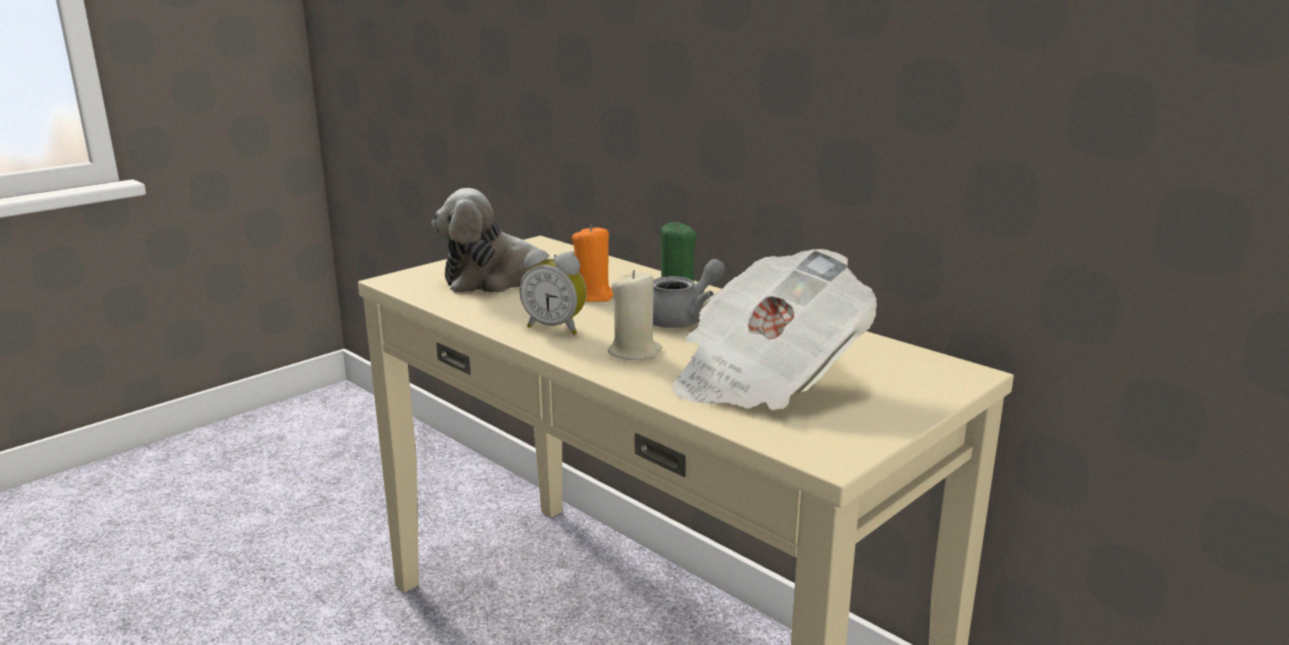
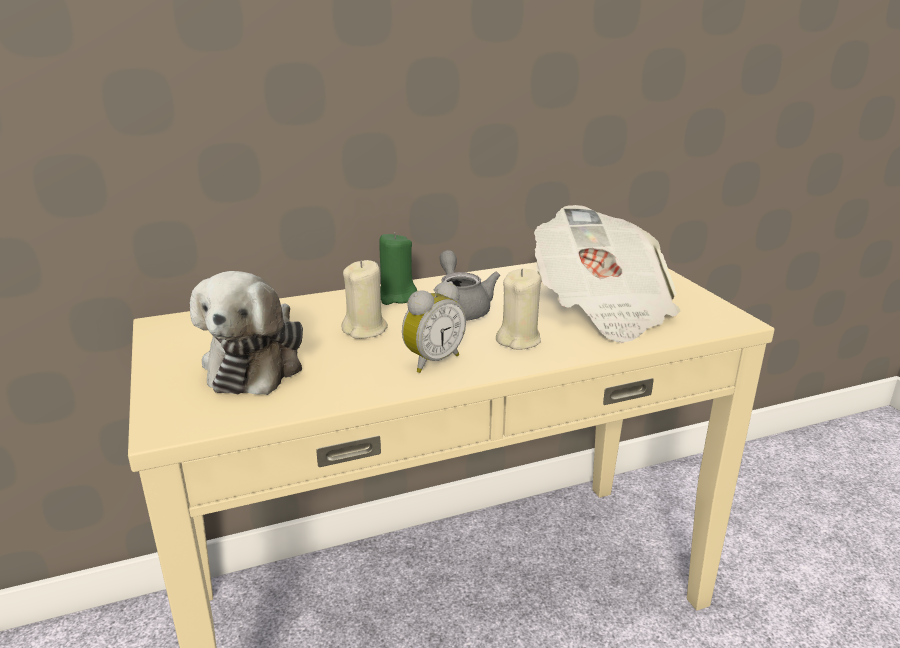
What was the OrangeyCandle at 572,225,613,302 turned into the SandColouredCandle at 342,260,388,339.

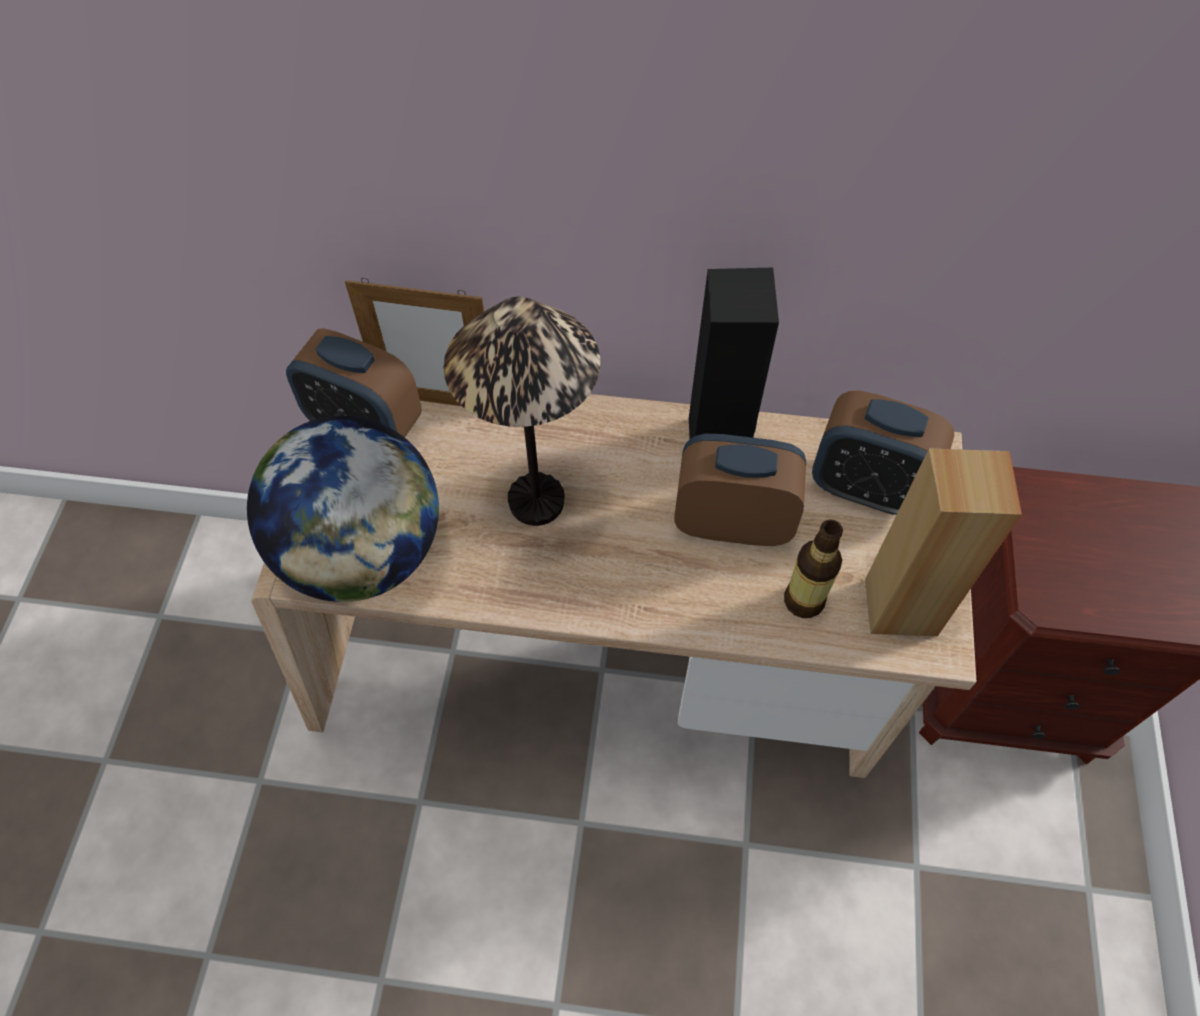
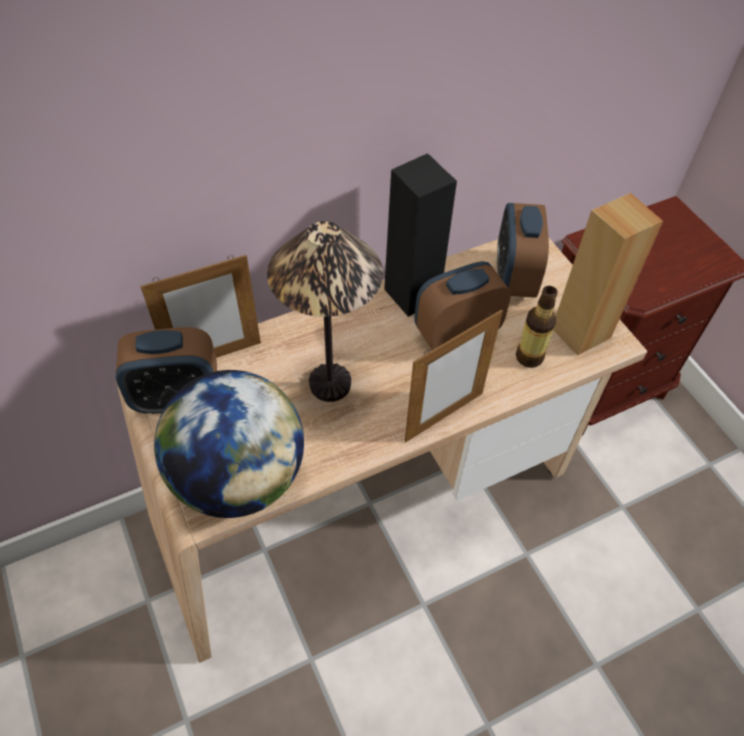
The BedsideClock at 812,390,954,515 ended up facing another way, 105 degrees clockwise from before. The second view gained the PictureFrame at 405,309,503,442.

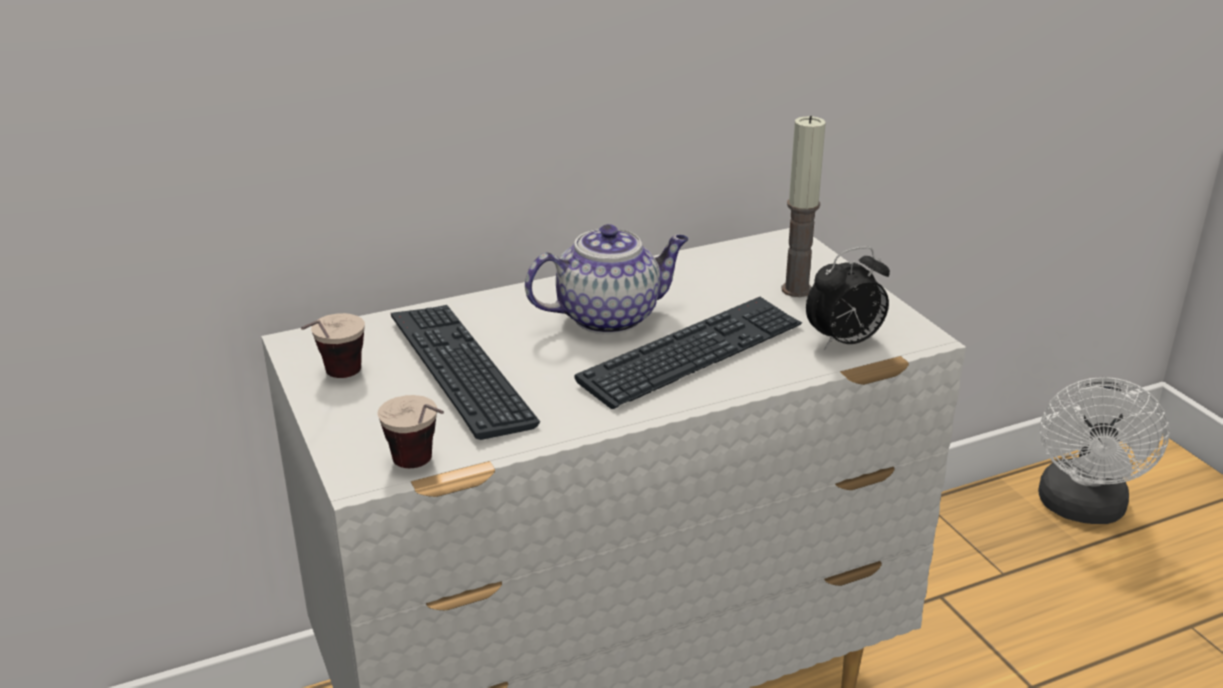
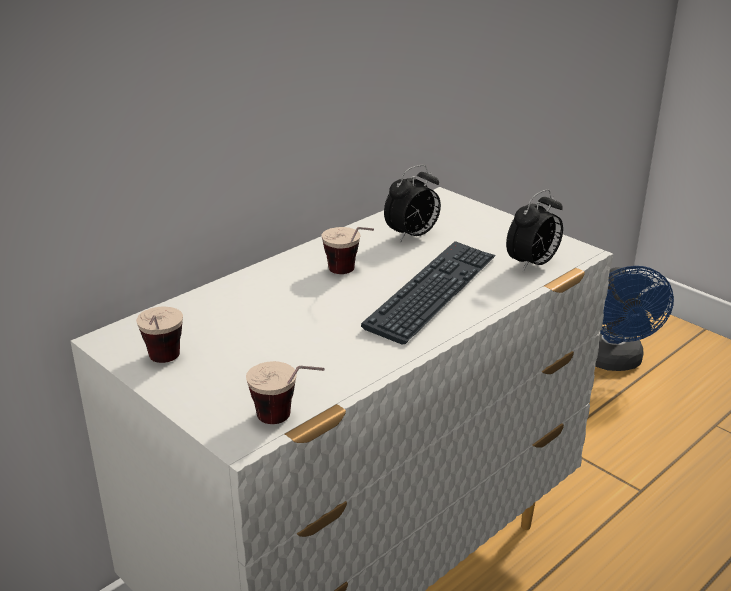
The second view lost the Keyboard at 391,305,540,440. Where the Teapot stood at 525,224,689,334, the DrinkingCup came to stand at 322,227,374,274. The second view lost the Candle at 782,116,826,297. What was the WhitishCoolingFan at 1038,377,1170,524 turned into the BlueColouredCoolingFan at 595,266,674,371. The second view gained the BedsideClock at 384,165,441,242.

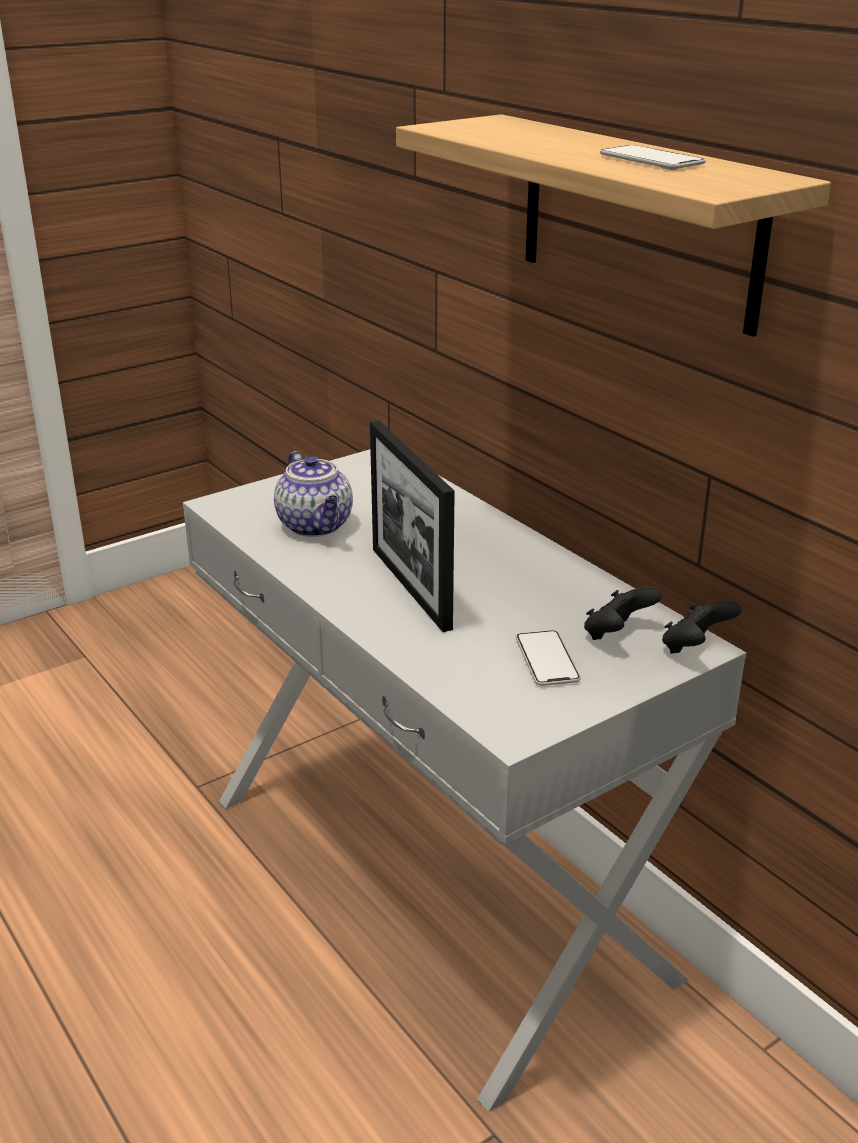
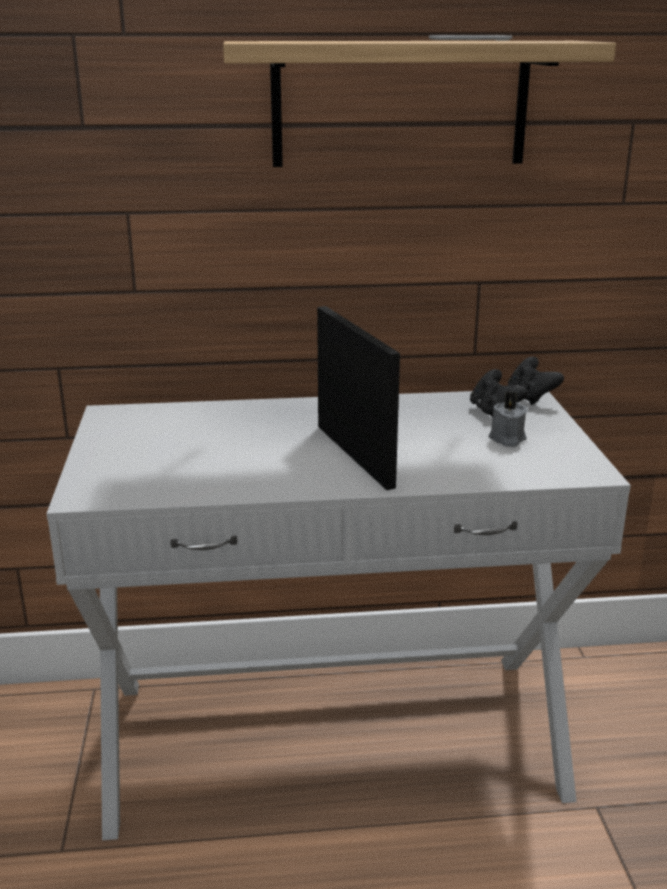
The second view lost the Teapot at 274,451,353,537. The PictureFrame at 370,420,455,632 ended up facing another way, 120 degrees counterclockwise from before. Where the Telephone stood at 516,630,581,686, the GreyishCandle came to stand at 488,391,528,447.

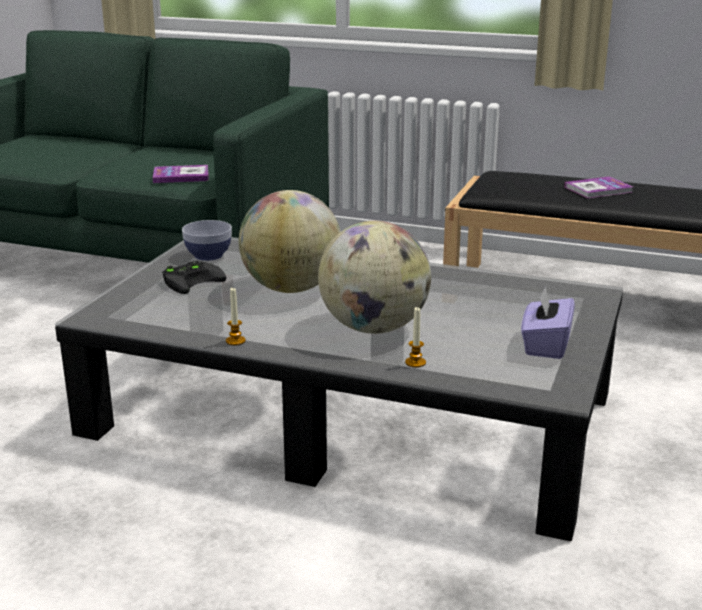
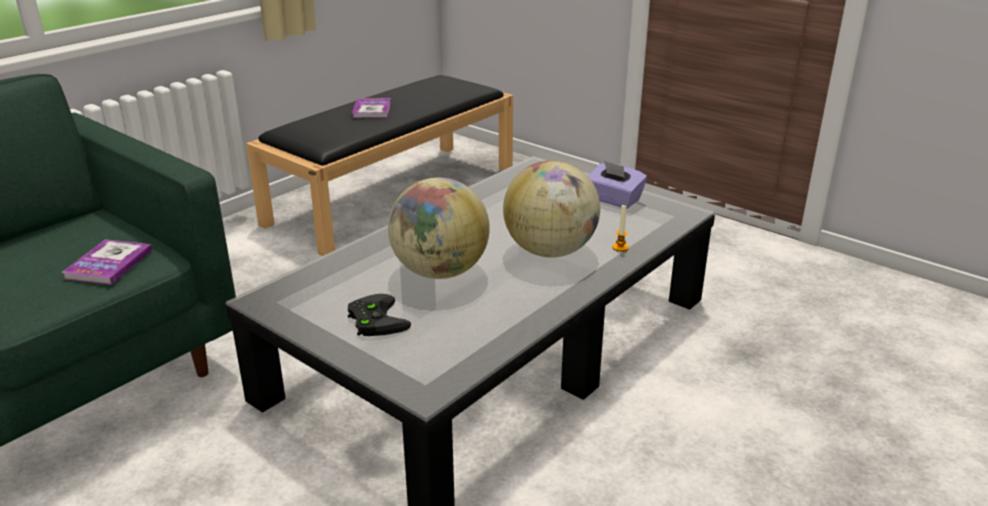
The second view lost the Bowl at 182,220,232,261. The second view lost the Candle at 226,288,246,345.

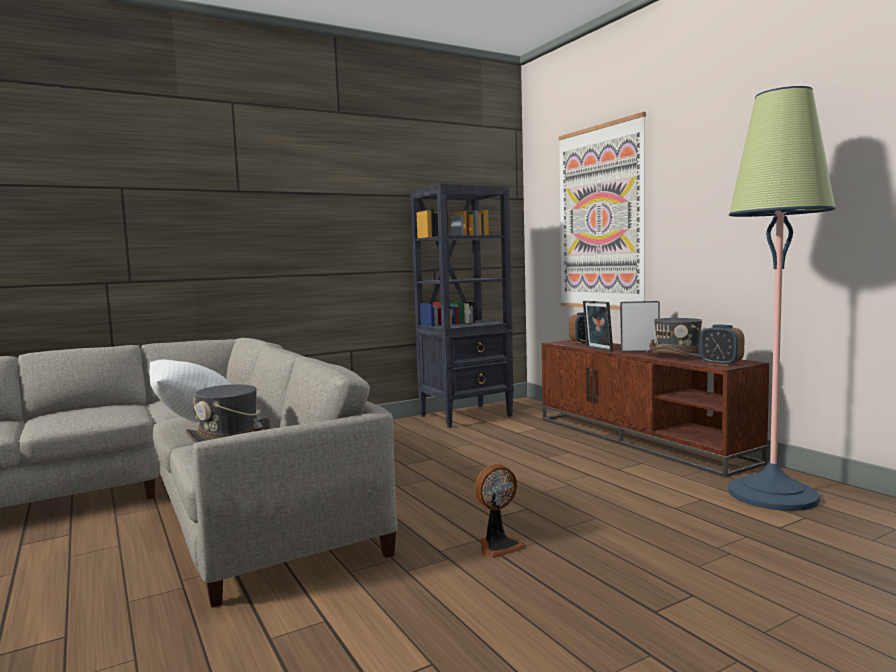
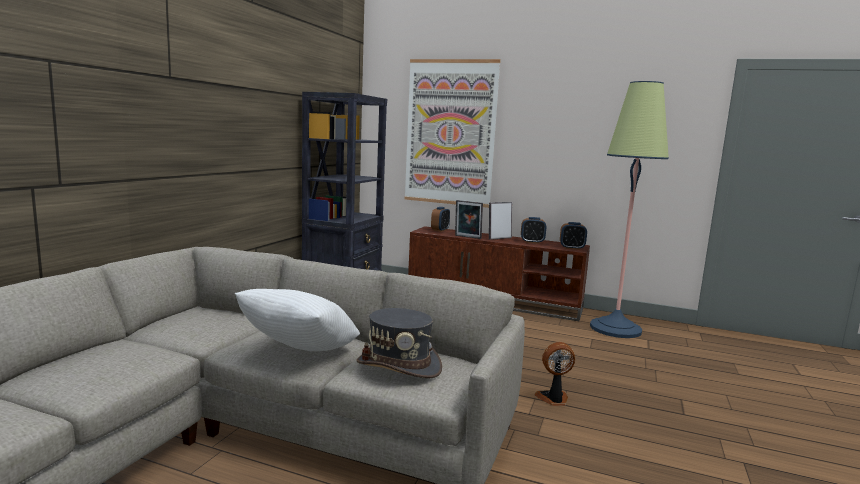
The CoolingFan at 475,464,526,558 ended up facing another way, 120 degrees counterclockwise from before. Where the GreyishClothingHat stood at 646,318,702,359, the BedsideClock came to stand at 521,217,546,244.

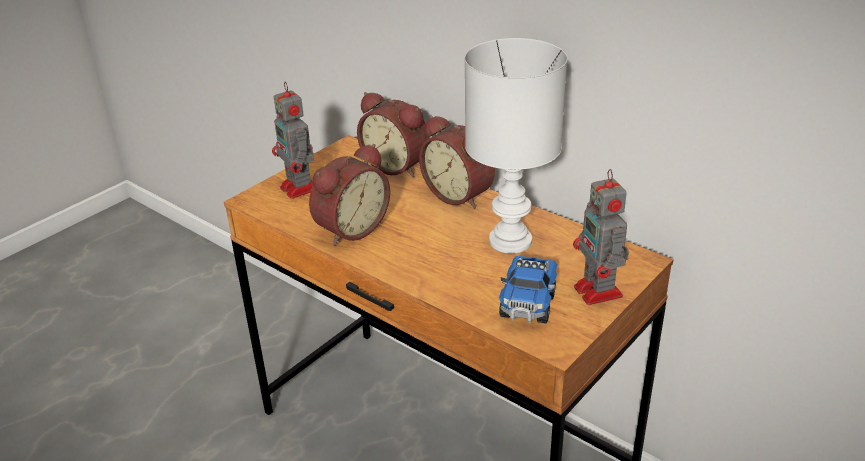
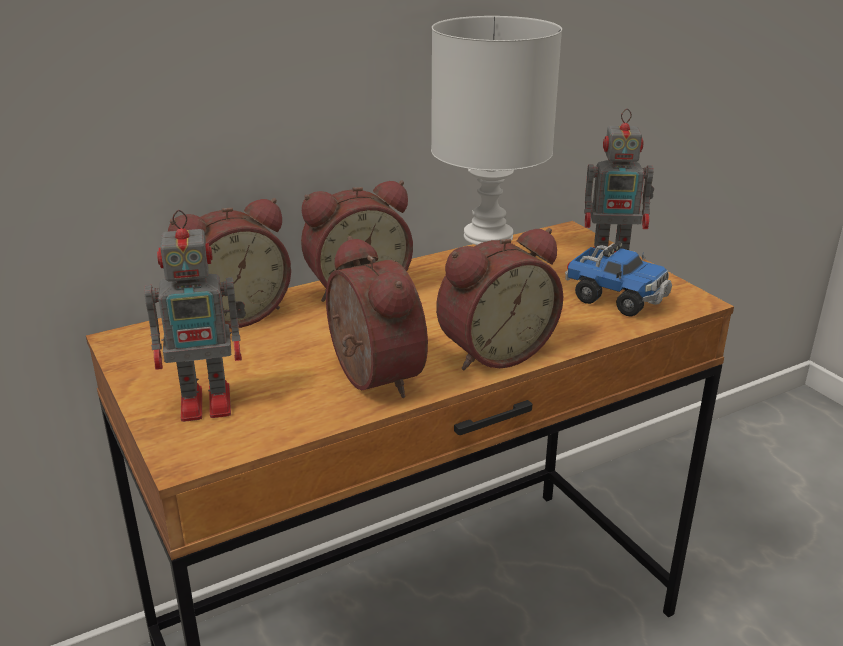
The second view gained the BedsideClock at 436,228,563,370.

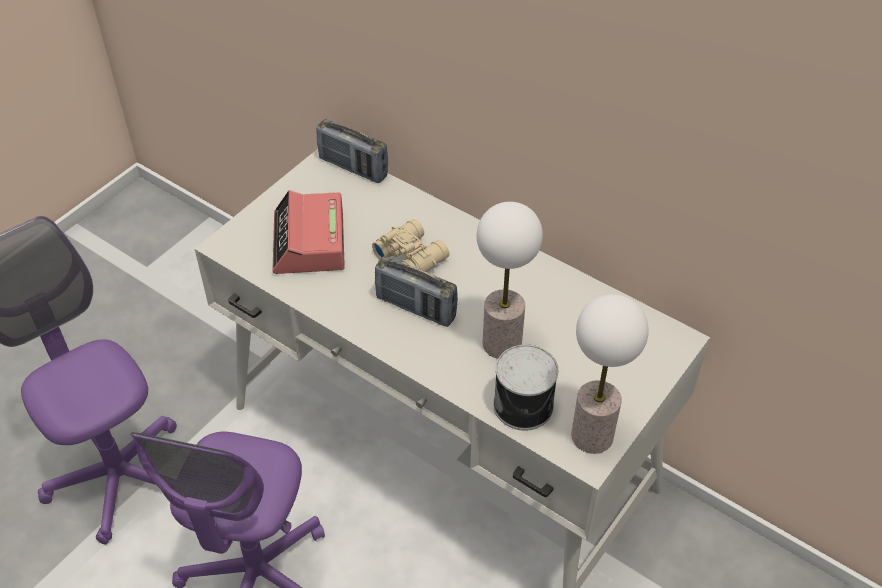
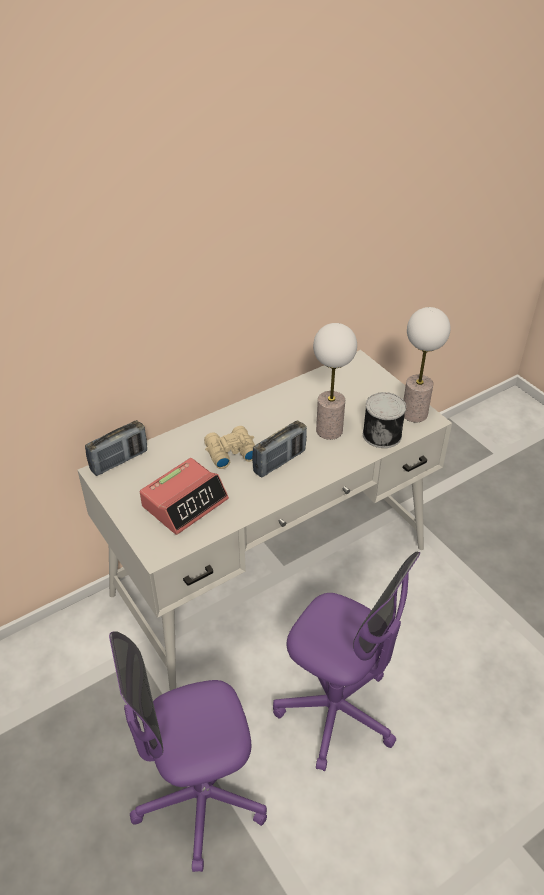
The BedsideClock at 272,190,345,274 ended up facing another way, 60 degrees counterclockwise from before.

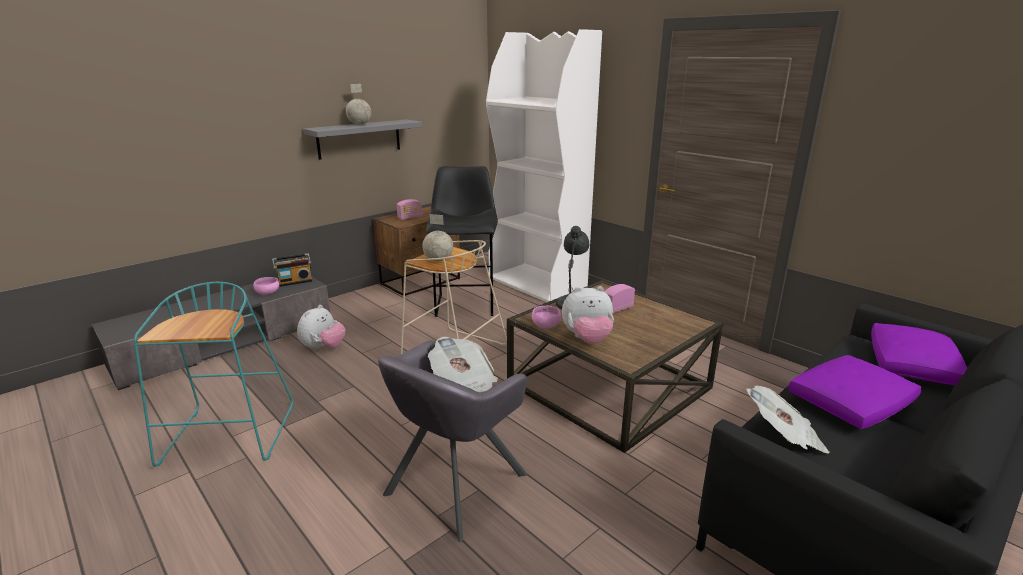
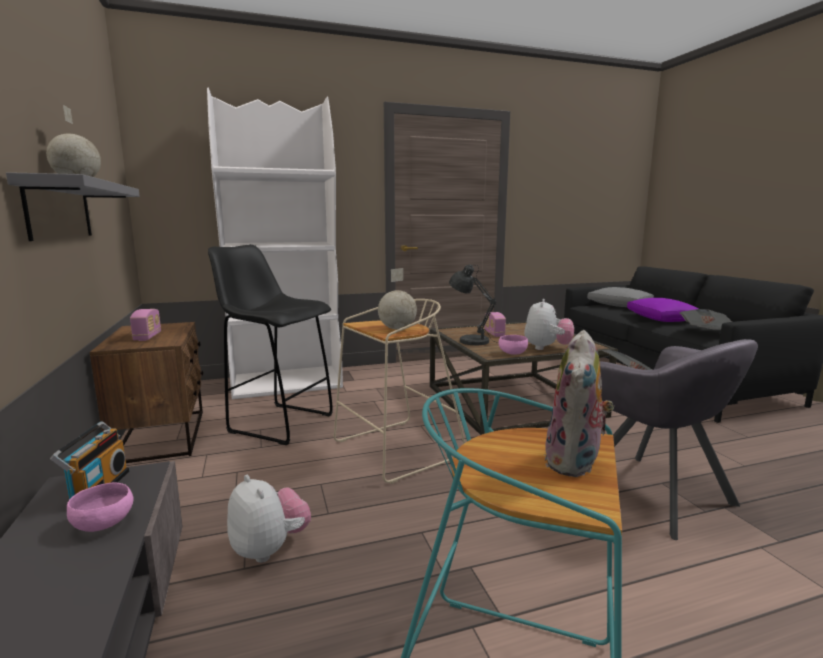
What was the PurpleColouredCushion at 871,323,967,385 turned into the GreyishCushion at 587,287,654,307. The second view gained the PlushToy at 544,330,614,477.

